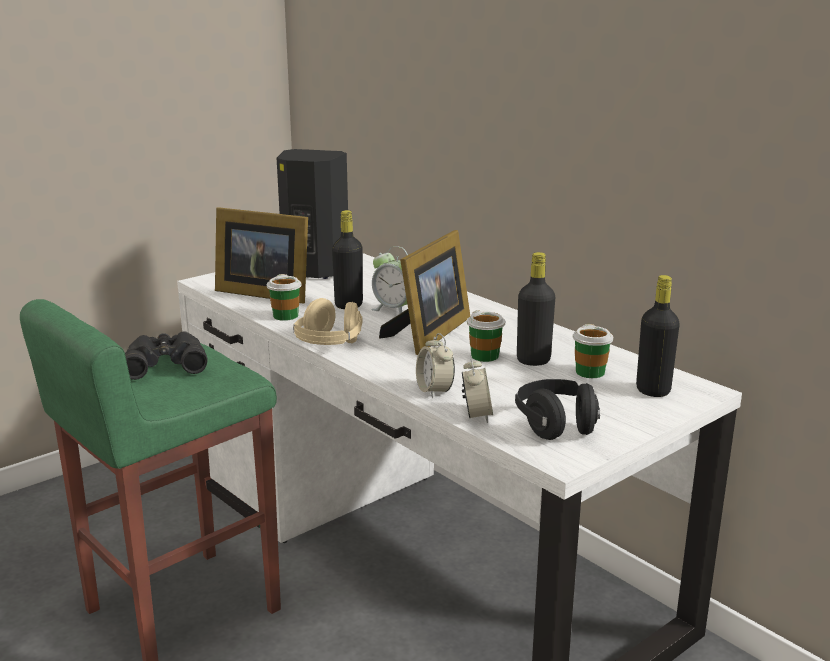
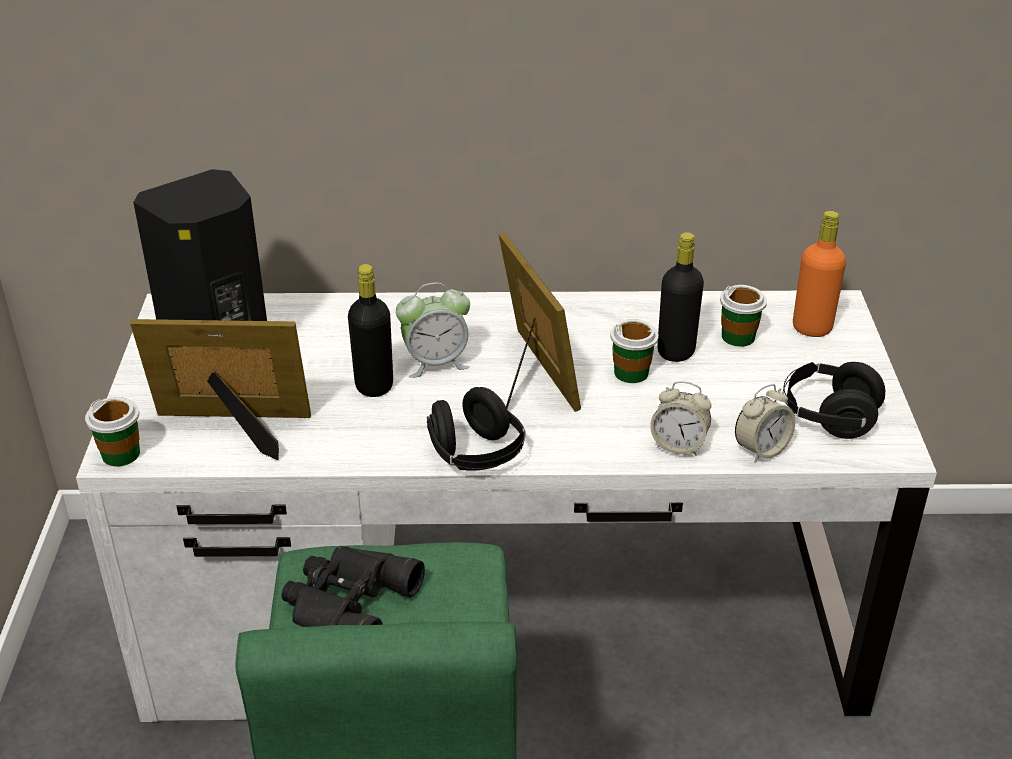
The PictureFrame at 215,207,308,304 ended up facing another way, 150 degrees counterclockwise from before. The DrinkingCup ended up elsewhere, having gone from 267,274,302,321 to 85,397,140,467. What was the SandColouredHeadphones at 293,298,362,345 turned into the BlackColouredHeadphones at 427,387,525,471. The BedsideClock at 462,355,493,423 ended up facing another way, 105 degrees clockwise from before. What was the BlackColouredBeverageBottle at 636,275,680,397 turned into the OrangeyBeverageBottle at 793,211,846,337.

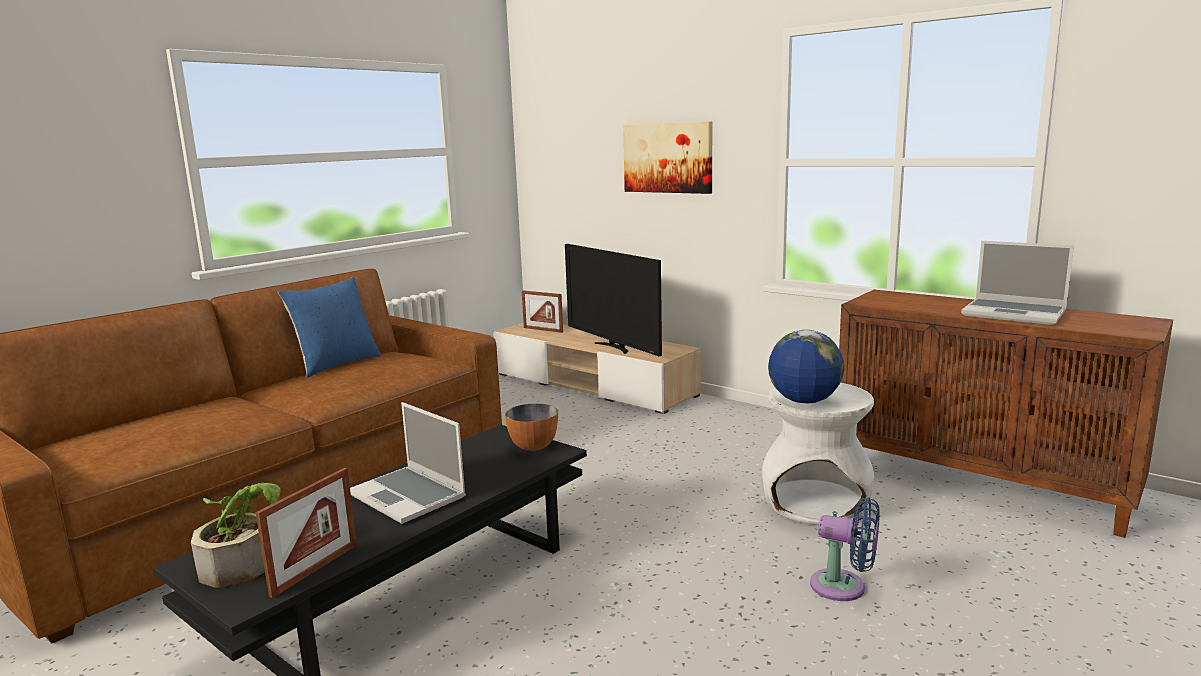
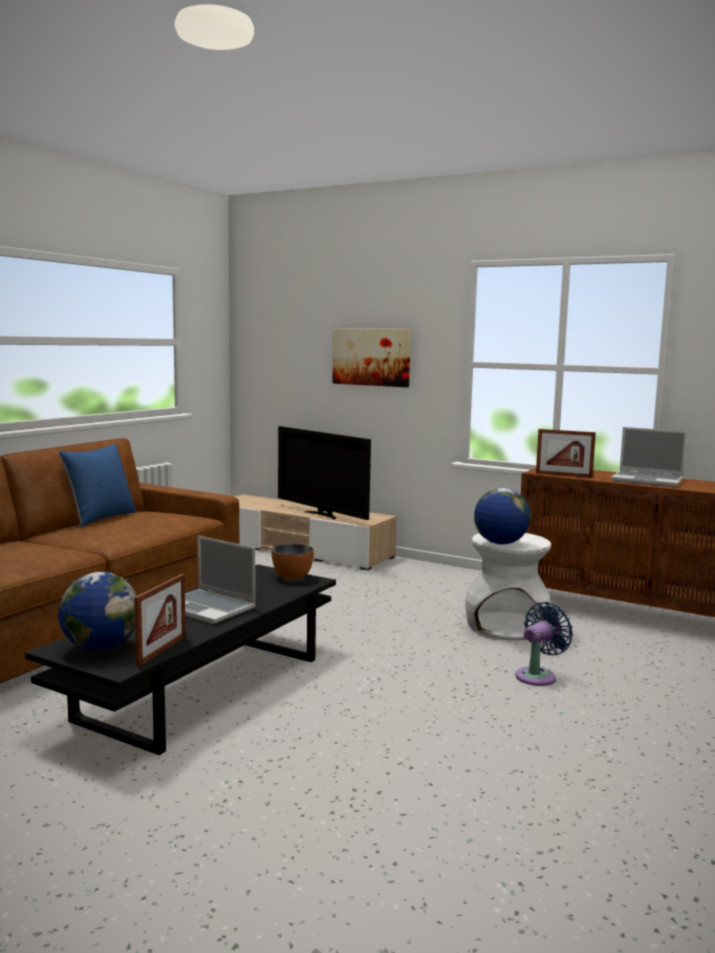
Where the PlantInAPot stood at 191,483,280,588, the WorldGlobe came to stand at 58,572,137,651. The PictureFrame ended up elsewhere, having gone from 522,290,563,333 to 536,429,596,478. The BlueColouredCoolingFan at 810,498,880,601 ended up facing another way, 60 degrees counterclockwise from before.

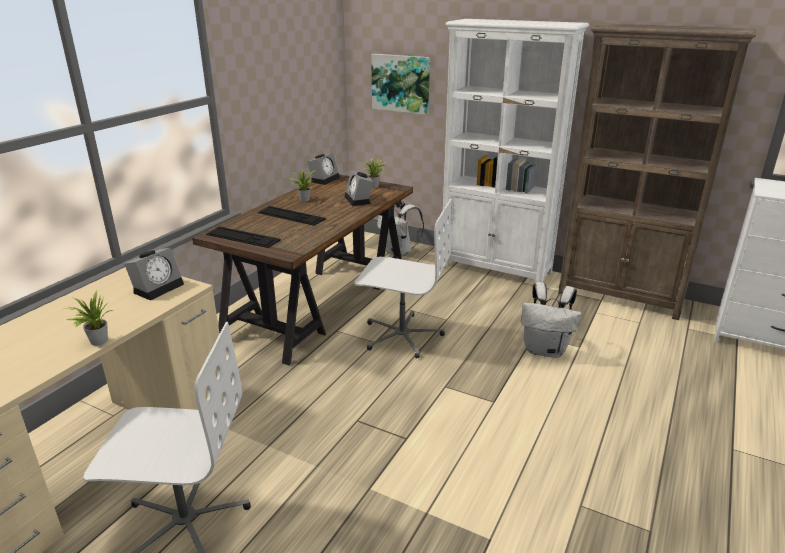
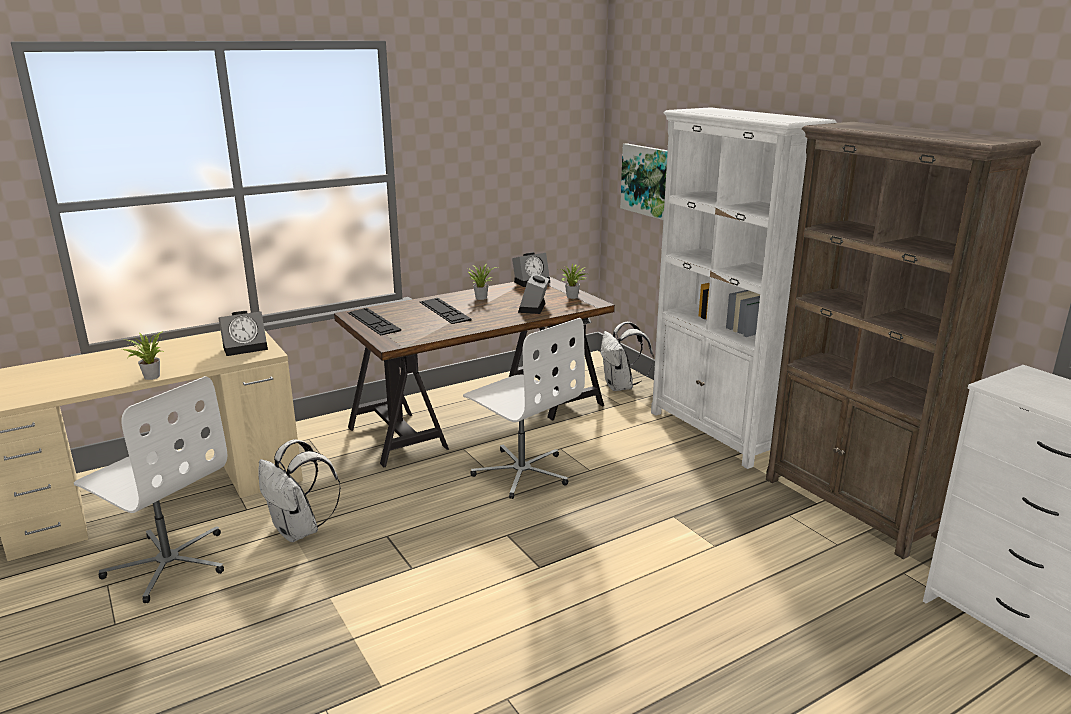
The WhitishRucksack ended up elsewhere, having gone from 521,282,582,358 to 258,439,341,542.

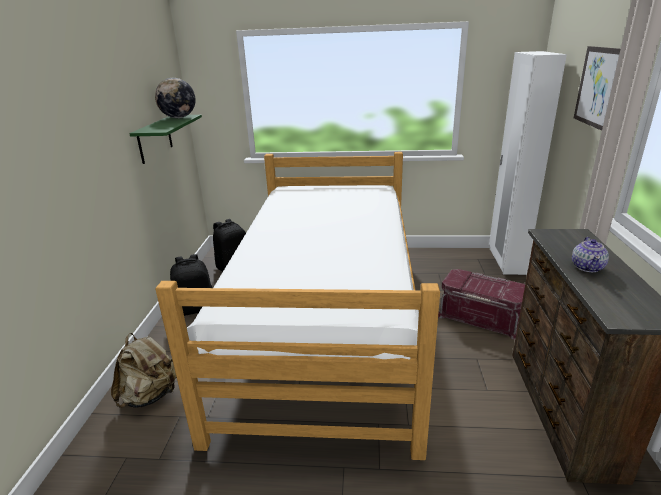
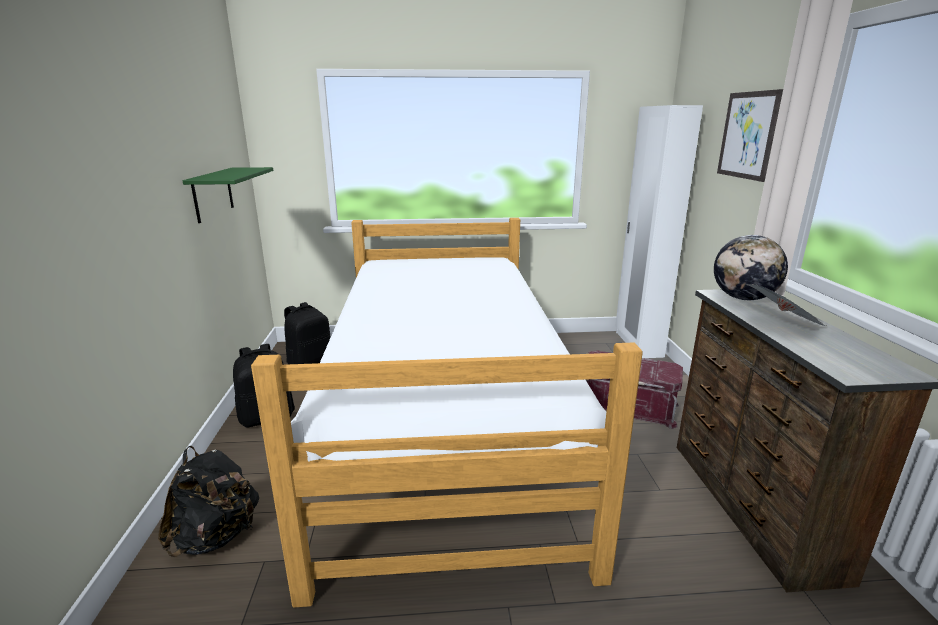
What was the SandColouredRucksack at 111,333,176,408 turned into the BlackColouredRucksack at 158,446,259,557. The WorldGlobe ended up elsewhere, having gone from 155,78,196,118 to 714,235,788,300. Where the Teapot stood at 572,237,609,272, the Newspaper came to stand at 746,284,826,326.

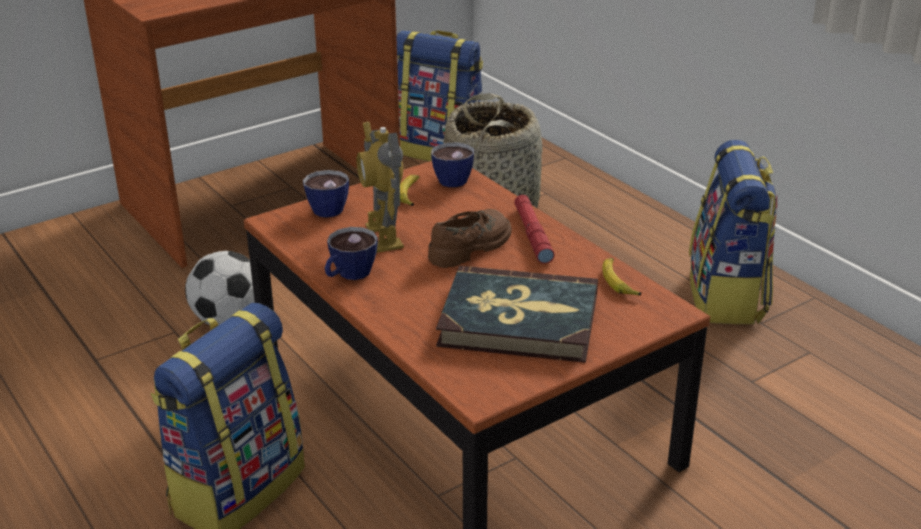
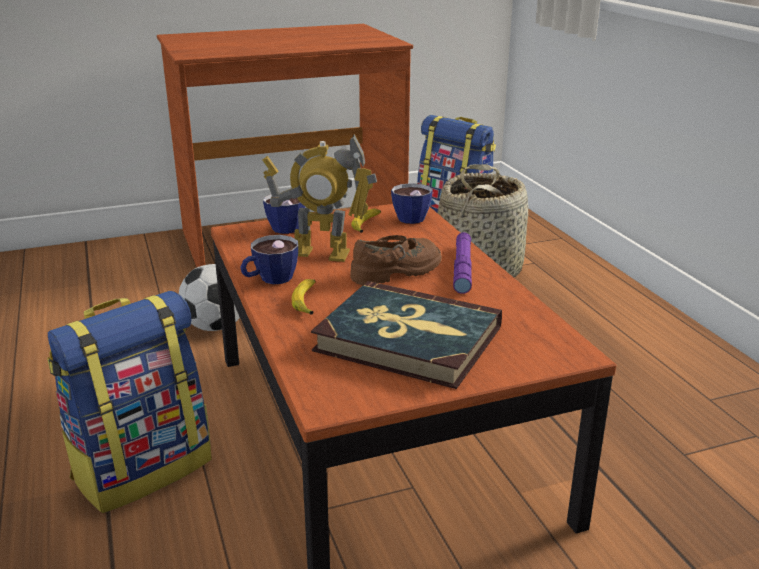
The ToyRobot at 356,122,404,253 ended up facing another way, 75 degrees counterclockwise from before. What was the RedColouredTorch at 514,195,555,264 turned into the PurpleColouredTorch at 453,232,472,294. The Banana ended up elsewhere, having gone from 602,258,641,296 to 292,279,316,314. The second view lost the Rucksack at 689,140,777,324.

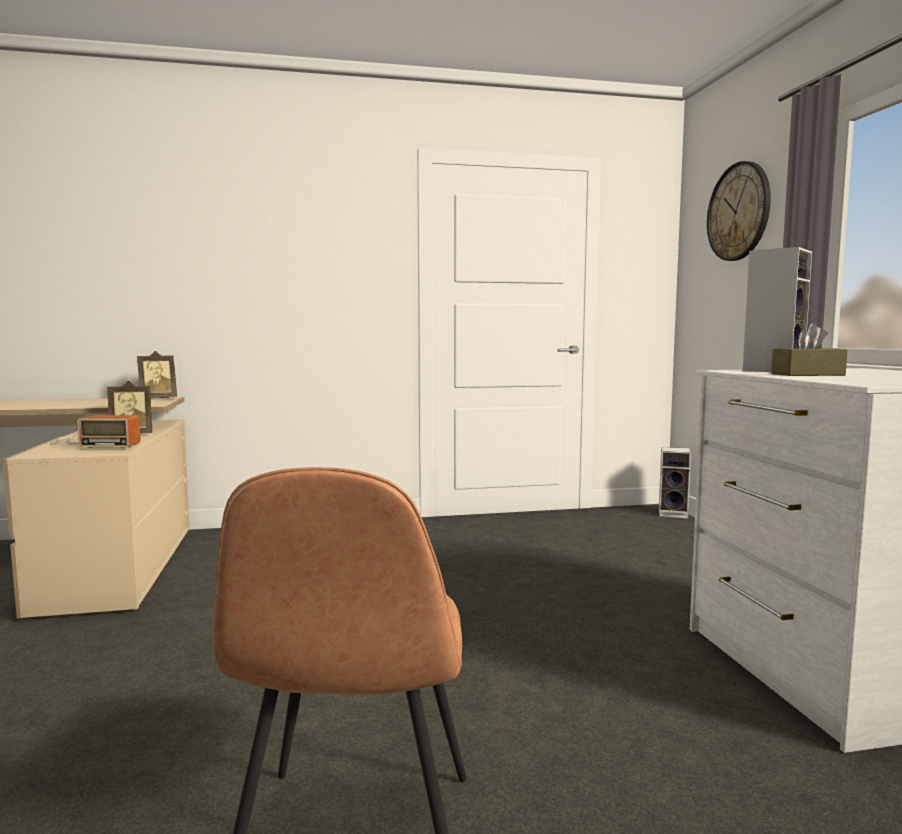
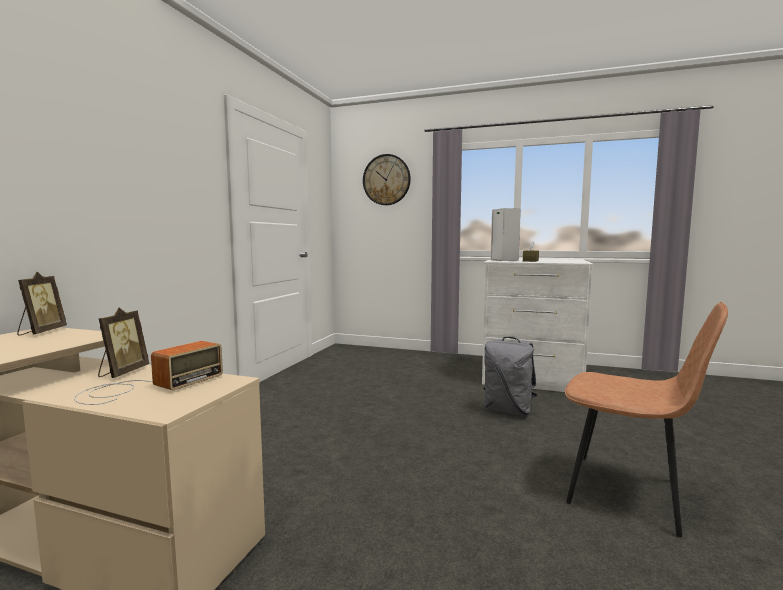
The second view lost the AudioSpeaker at 659,447,691,518. The second view gained the GreyishRucksack at 483,337,537,415.

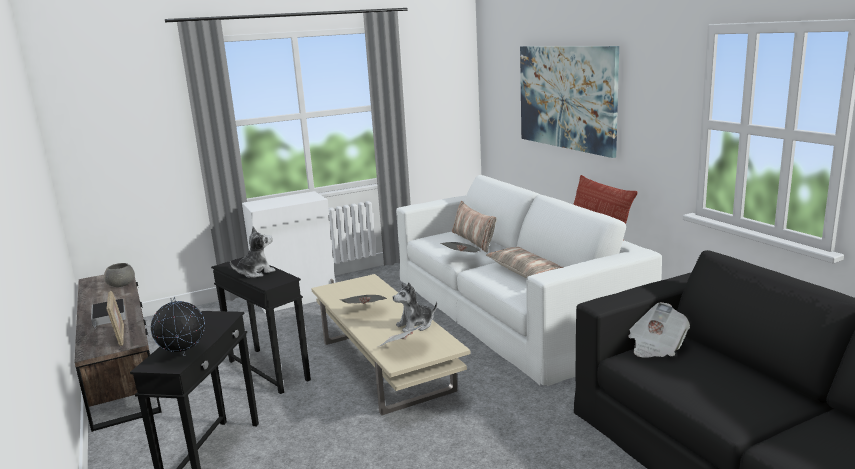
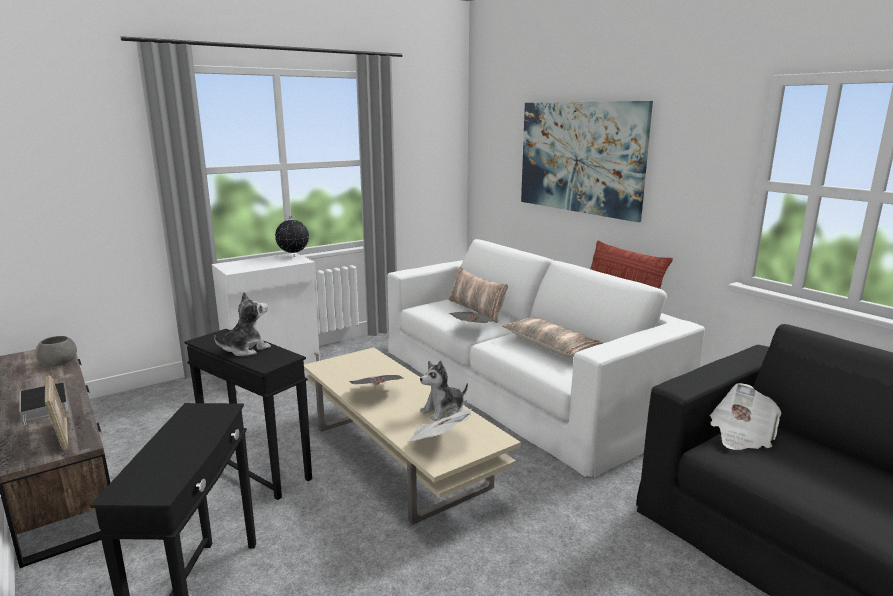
The WorldGlobe ended up elsewhere, having gone from 151,297,205,356 to 275,216,309,256.

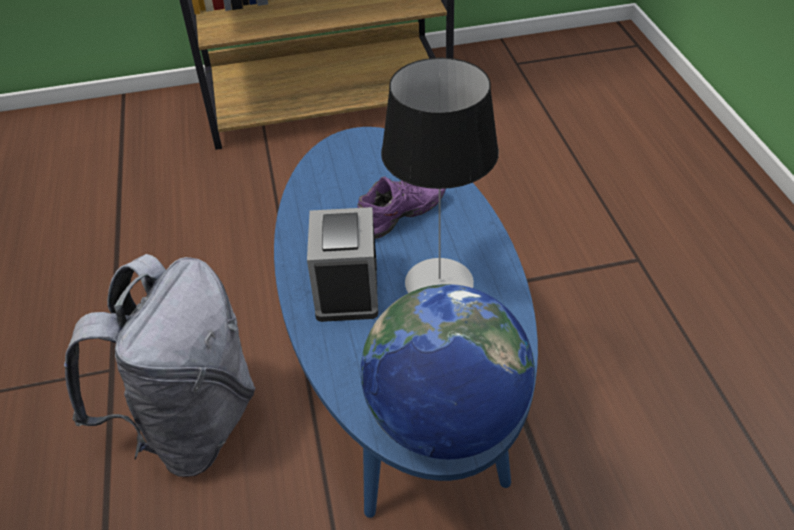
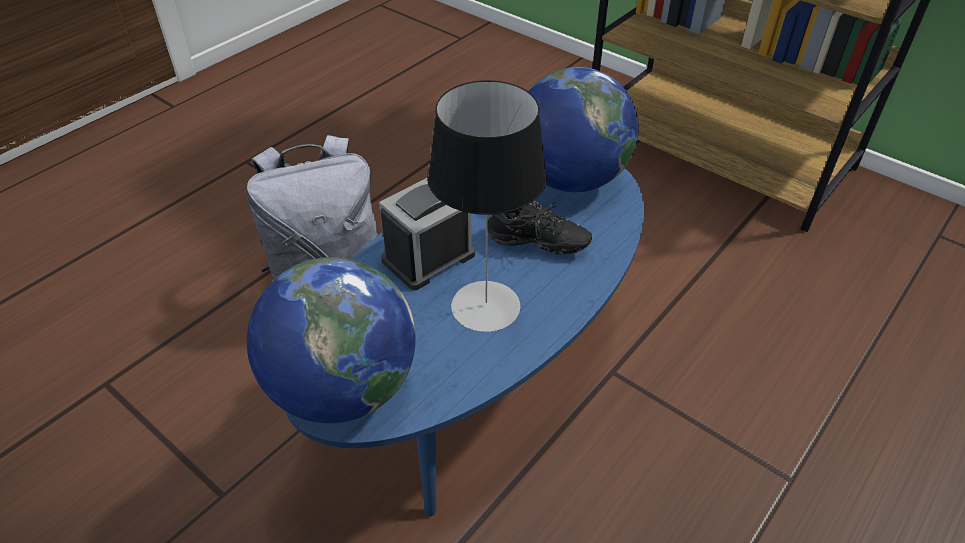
What was the PurpleColouredItemOfFootwear at 358,176,446,239 turned into the BlackColouredItemOfFootwear at 488,200,592,254. The second view gained the WorldGlobe at 529,67,639,192.

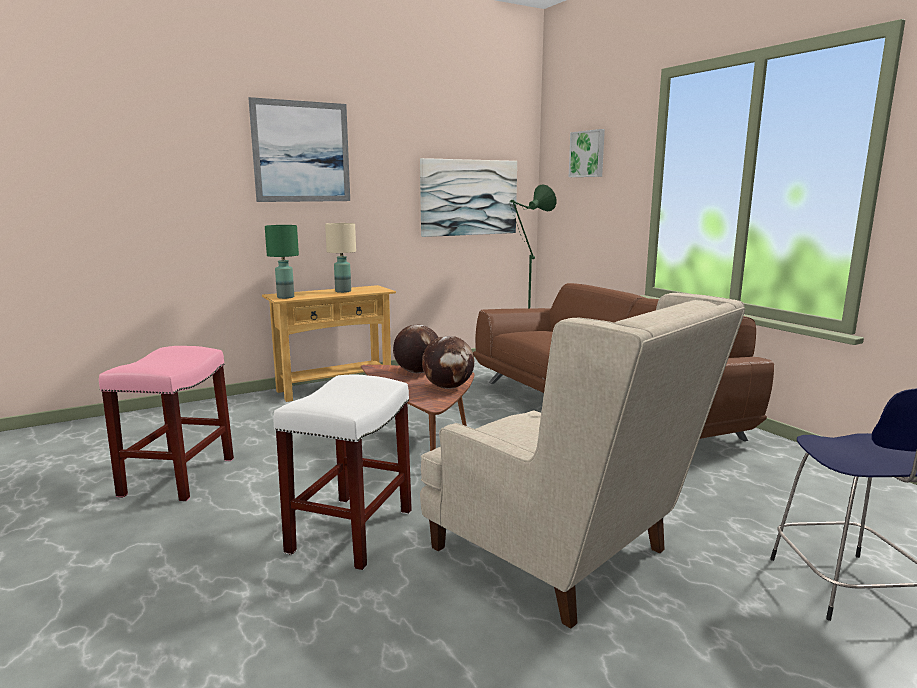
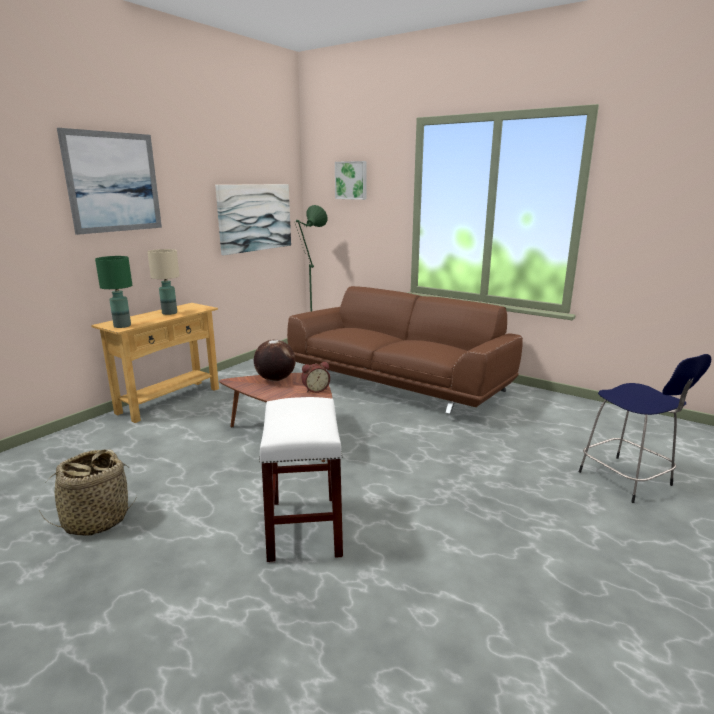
Where the PinkSittingStool stood at 99,346,234,501, the StorageBasket came to stand at 40,449,137,536. The second view lost the SandColouredEasyChair at 420,293,745,629. Where the WorldGlobe stood at 422,336,474,389, the BedsideClock came to stand at 301,362,330,393.

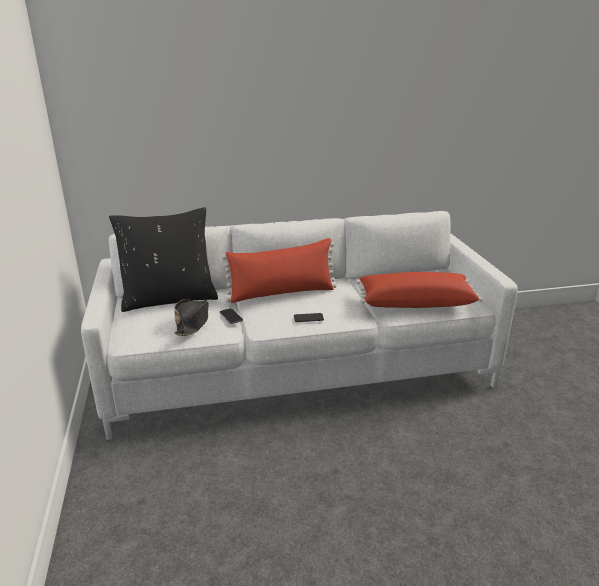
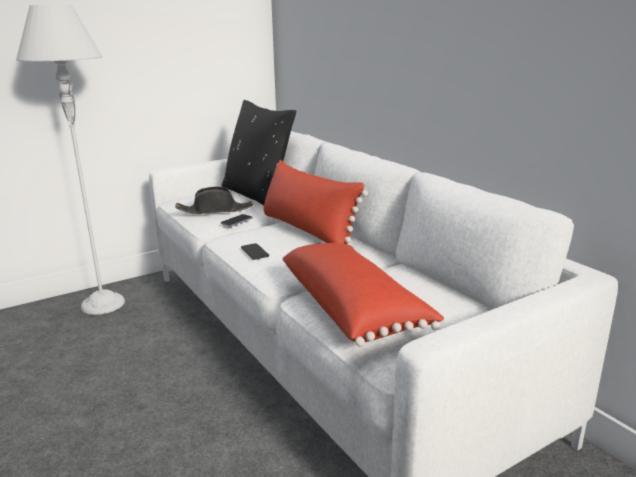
The second view gained the GreyishFloorLamp at 16,5,125,315.

